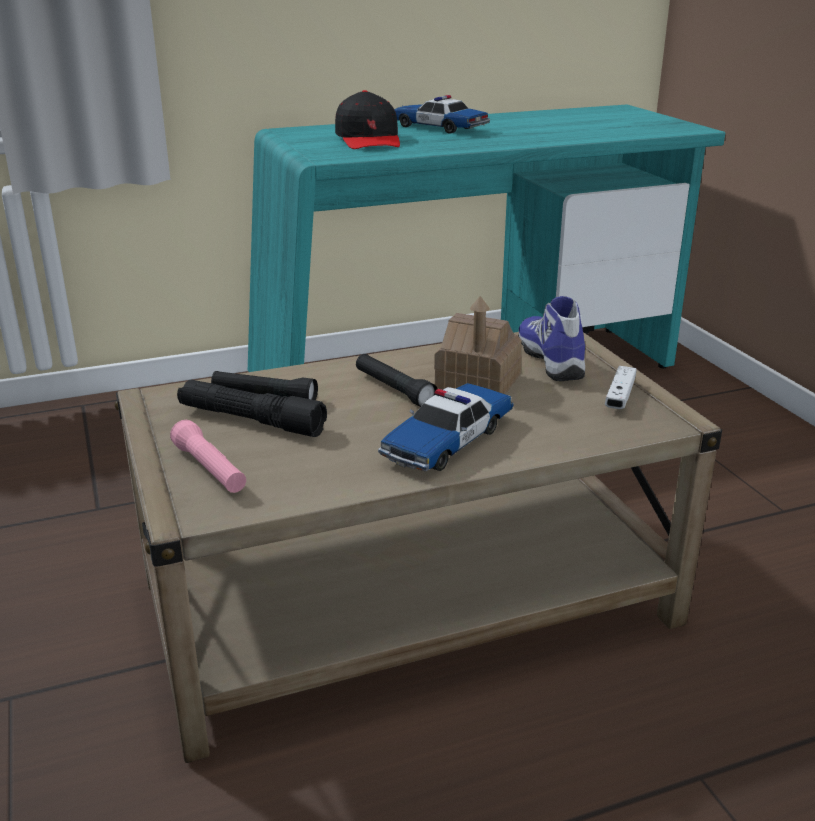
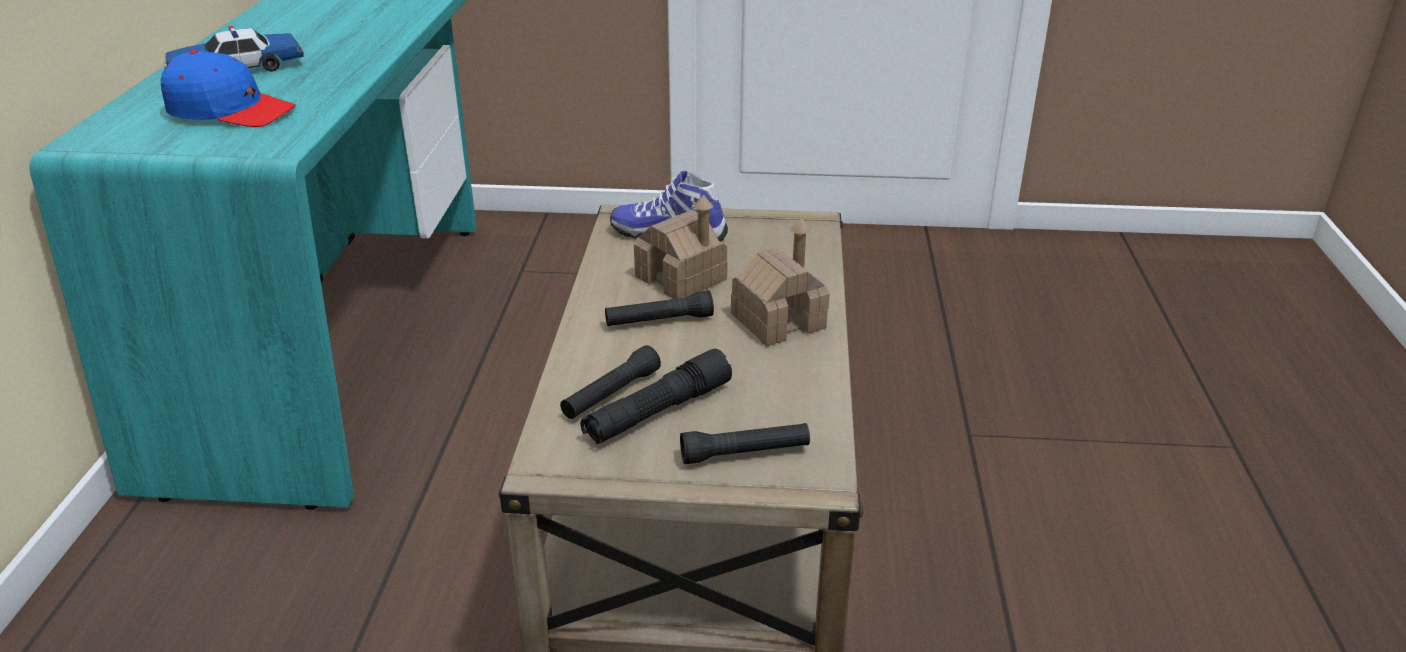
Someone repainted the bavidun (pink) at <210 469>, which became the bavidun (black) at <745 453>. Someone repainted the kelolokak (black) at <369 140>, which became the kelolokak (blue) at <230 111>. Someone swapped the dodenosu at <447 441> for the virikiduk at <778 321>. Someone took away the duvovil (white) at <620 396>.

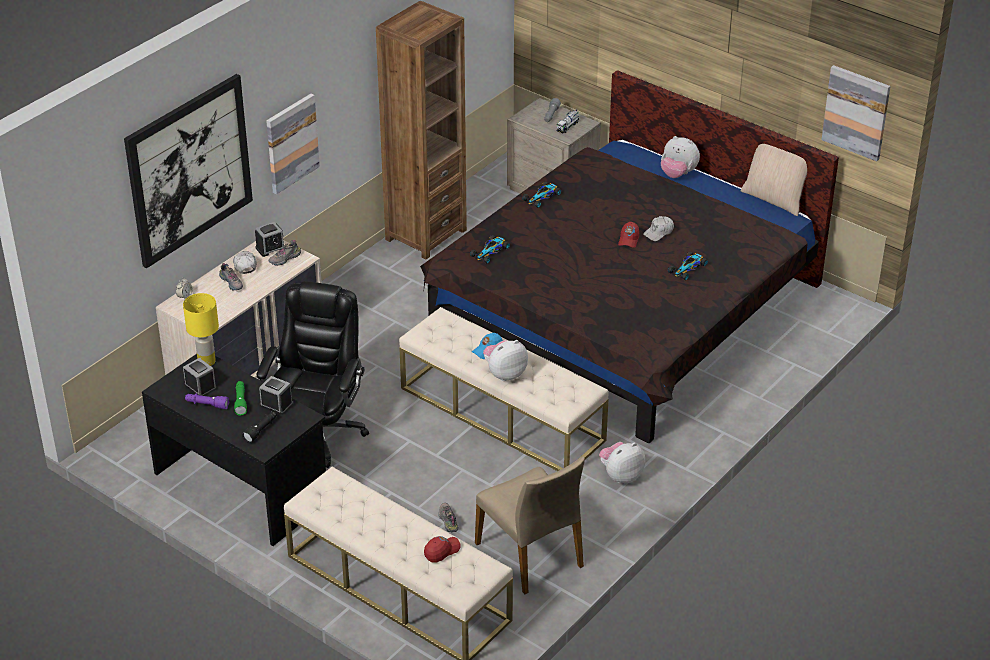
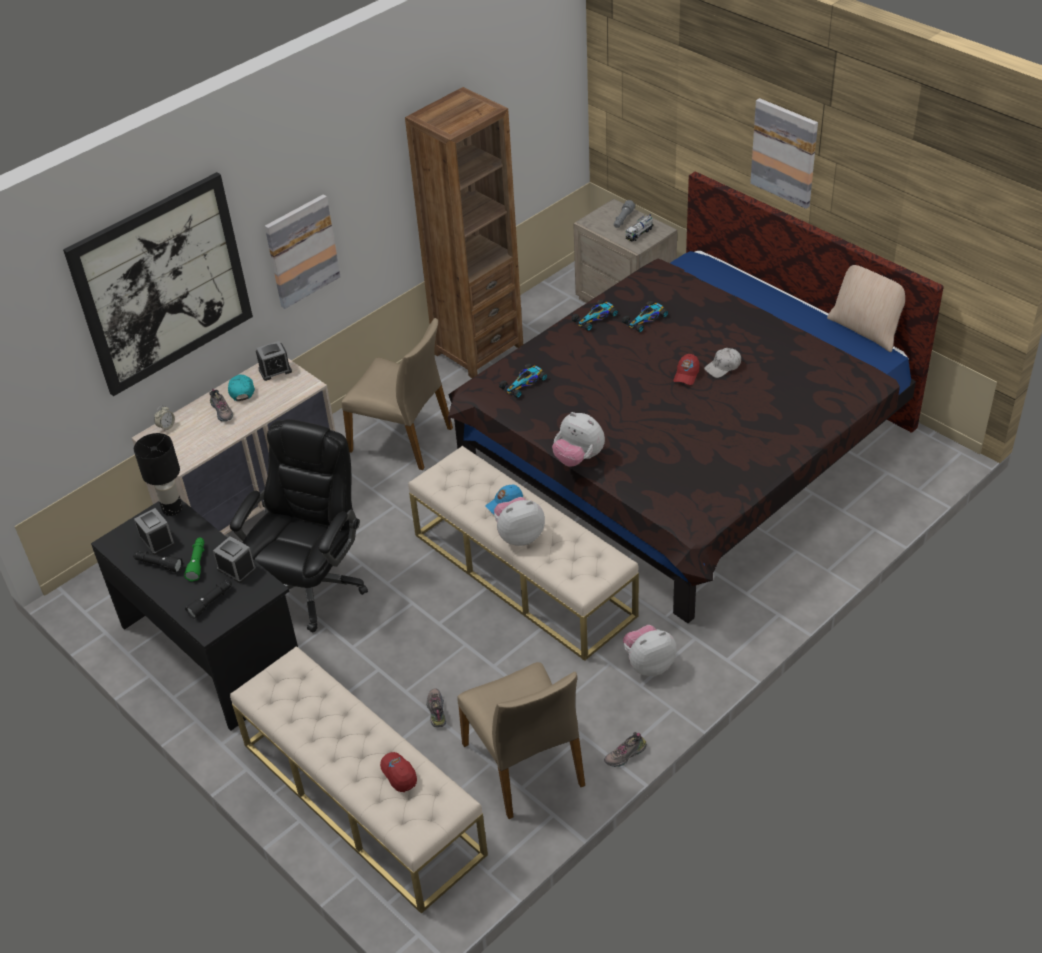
Someone repainted the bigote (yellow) at <206 361>, which became the bigote (black) at <172 508>. Someone repainted the bavidun (purple) at <207 405>, which became the bavidun (black) at <158 565>. Someone repainted the kelolokak (white) at <244 265>, which became the kelolokak (turquoise) at <241 390>. Someone carried the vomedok from <285 259> to <625 755>. Someone rotated the kelolokak (red) at <441 551> by 90 degrees counterclockwise. Someone carried the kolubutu from <678 174> to <578 458>. Someone carried the dodenosu from <688 268> to <646 319>. Someone carried the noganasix from <856 112> to <784 152>. Someone put down the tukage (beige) at <402 439>.

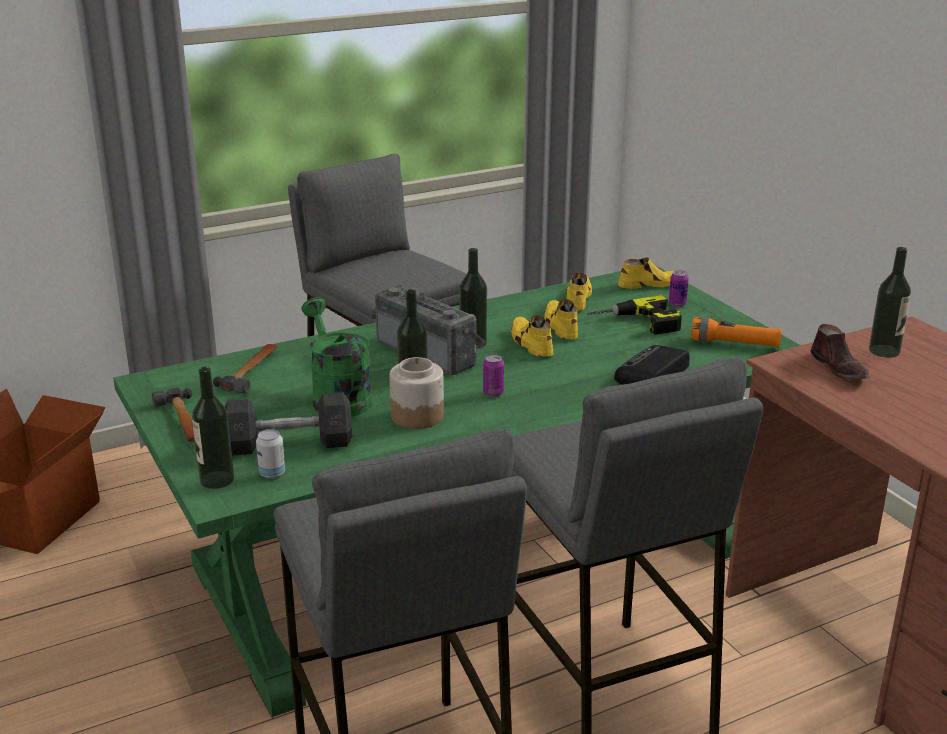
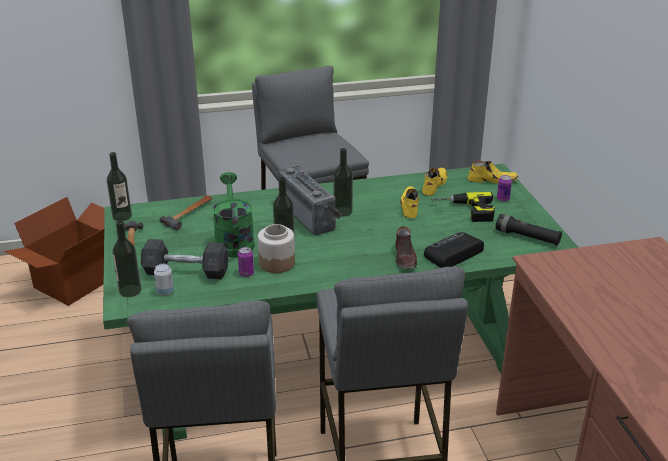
Someone carried the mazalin from <493 393> to <246 273>. Someone took away the vomedok (yellow) at <530 343>. Someone repainted the bavidun (orange) at <735 344>, which became the bavidun (black) at <527 237>. Someone carried the vomedok (brown) from <840 368> to <405 258>. Someone carried the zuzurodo from <884 351> to <122 216>.

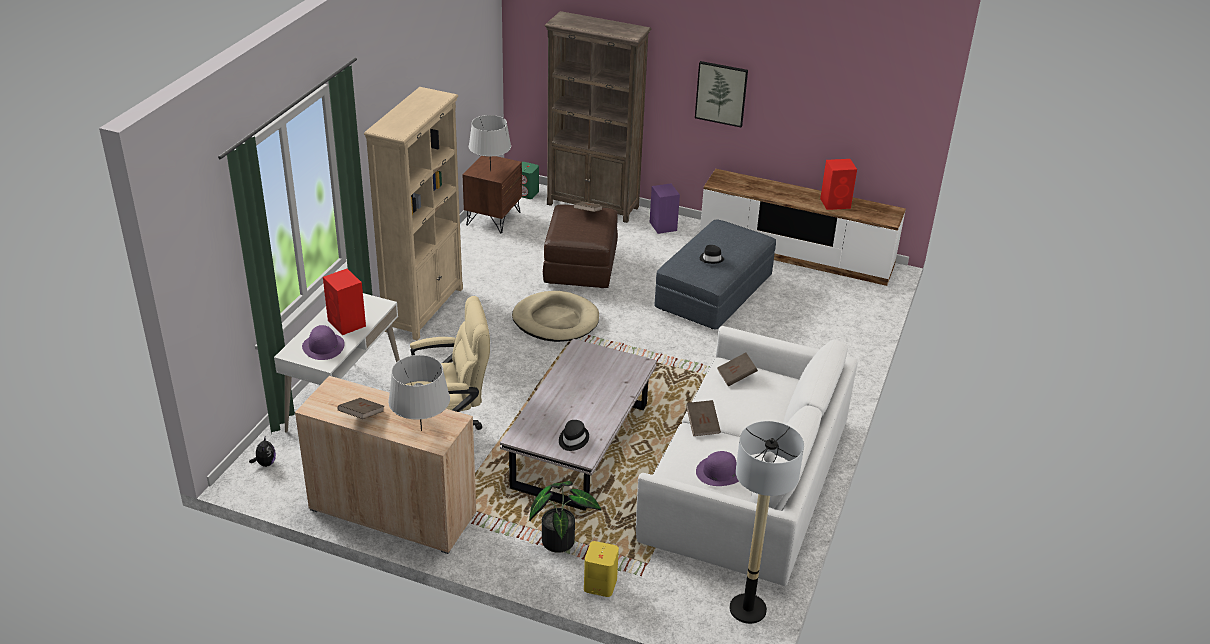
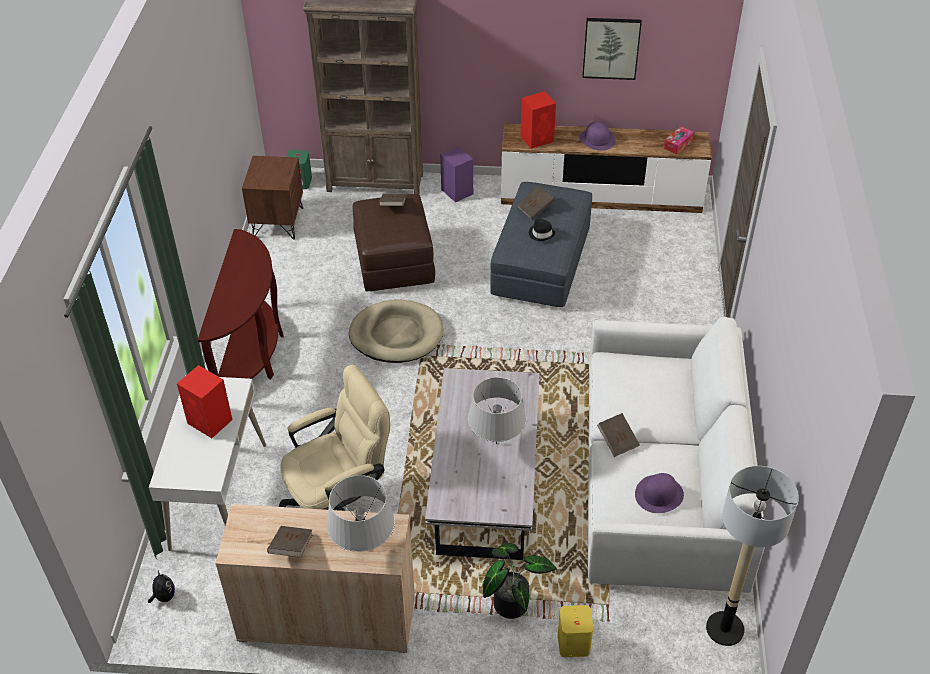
Someone carried the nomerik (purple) from <323 346> to <597 139>. Someone swapped the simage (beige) at <424 309> for the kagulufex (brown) at <252 354>. Someone carried the bigote (grey) from <490 171> to <496 443>. Someone took away the nomerik (black) at <573 439>. Someone carried the noganasix from <721 93> to <611 48>. Someone carried the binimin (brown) from <736 376> to <535 209>. Someone carried the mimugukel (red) from <836 203> to <537 138>. Someone put down the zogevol at <678 144>.

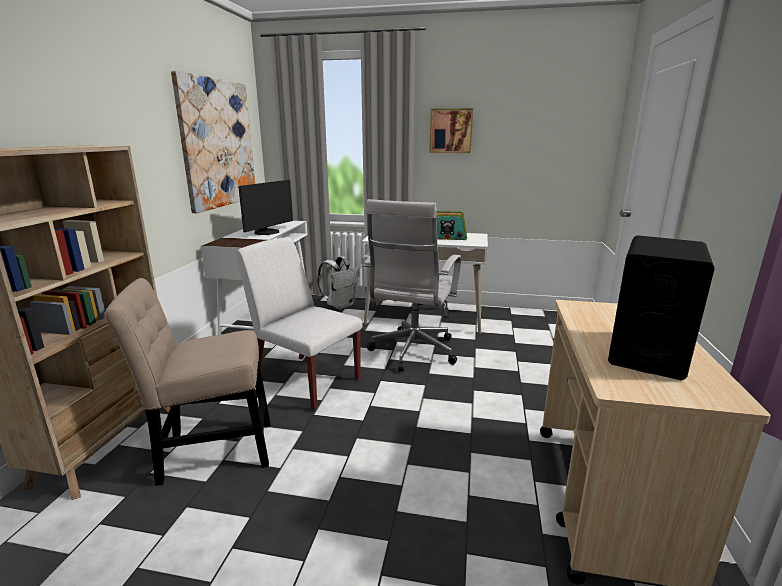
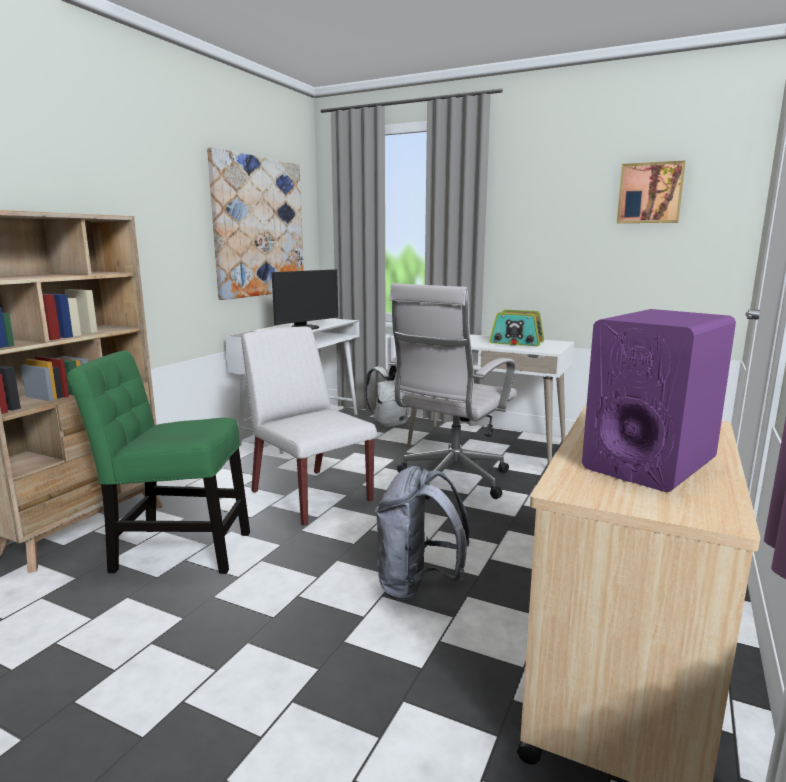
Someone repainted the tukage (beige) at <211 451>, which became the tukage (green) at <176 550>. Someone carried the noganasix from <451 131> to <650 193>. Someone repainted the mimugukel (black) at <646 353>, which became the mimugukel (purple) at <649 463>. Someone put down the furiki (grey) at <418 586>.

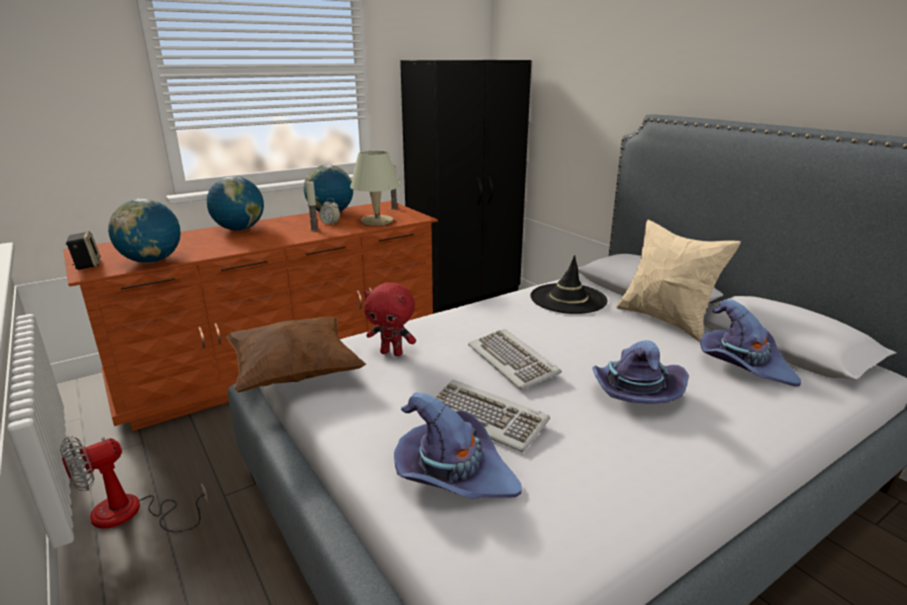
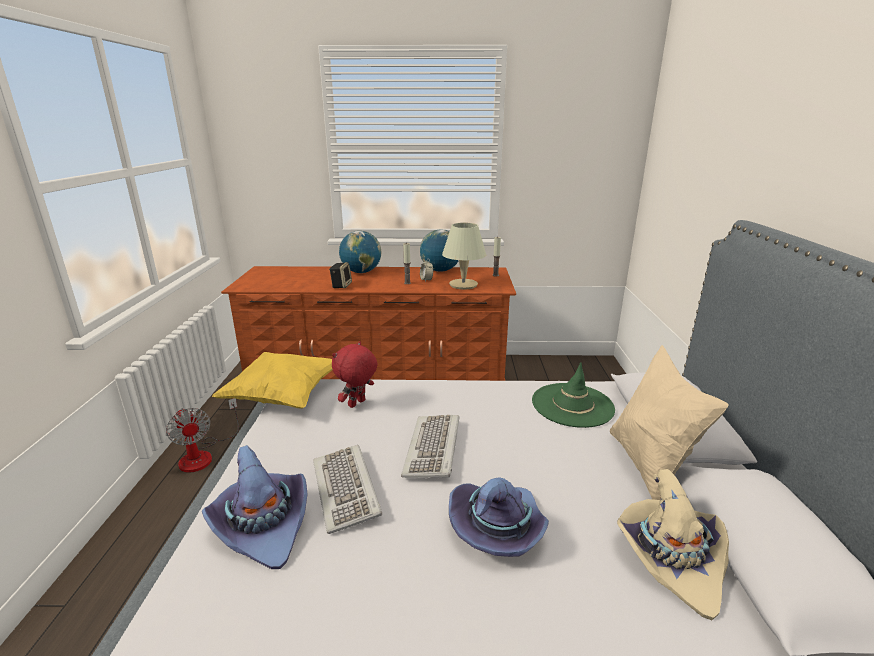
Someone rotated the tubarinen at <131 514> by 120 degrees counterclockwise. Someone carried the mimugukel from <87 265> to <341 285>. Someone took away the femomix at <152 261>. Someone repainted the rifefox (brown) at <295 374>, which became the rifefox (yellow) at <283 396>. Someone rotated the kolubutu (red) at <392 353> by 75 degrees clockwise. Someone took away the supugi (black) at <465 296>. Someone repainted the nomerik (black) at <568 299>, which became the nomerik (green) at <572 405>. Someone repainted the nomerik (purple) at <743 365>, which became the nomerik (beige) at <671 557>.

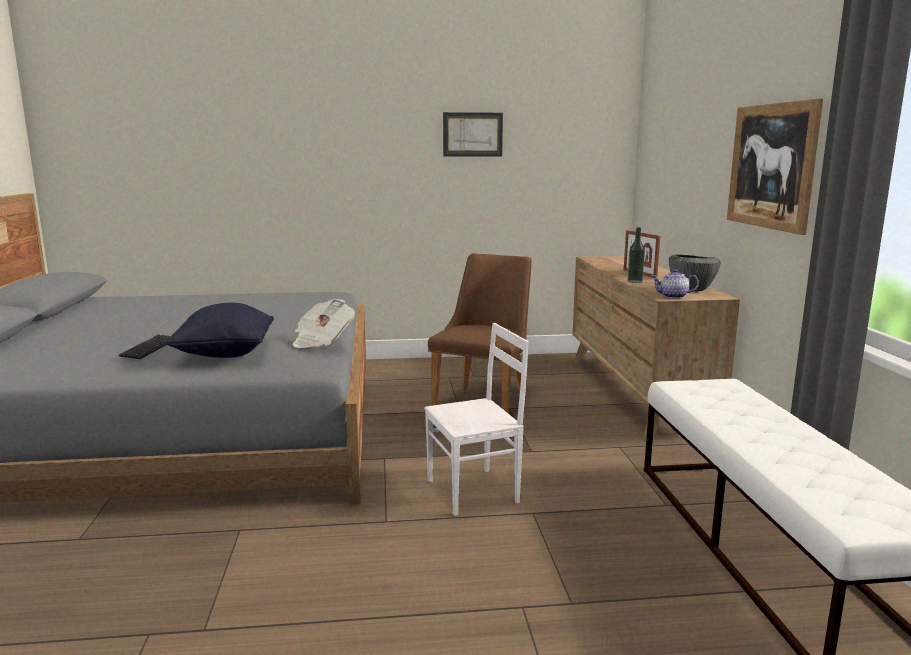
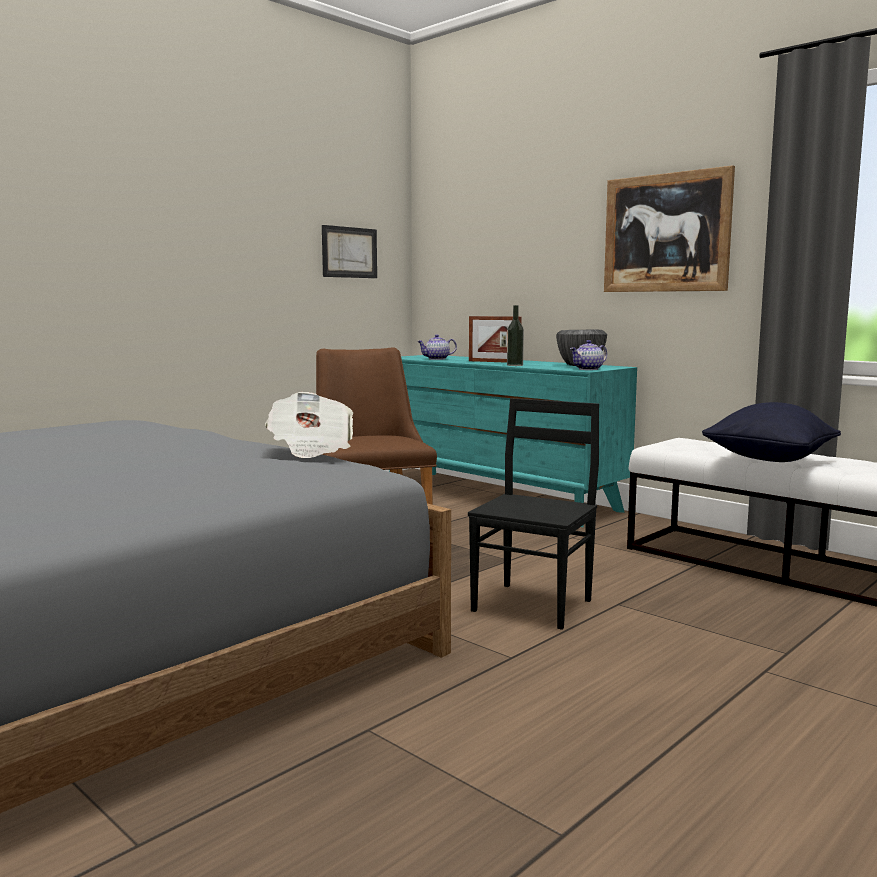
Someone took away the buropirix at <149 348>. Someone carried the rifefox (black) from <225 354> to <769 461>. Someone repainted the tukage (white) at <474 491>, which became the tukage (black) at <534 605>. Someone carried the noganasix from <472 134> to <349 252>. Someone repainted the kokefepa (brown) at <636 393>, which became the kokefepa (turquoise) at <497 496>. Someone put down the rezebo at <437 359>.

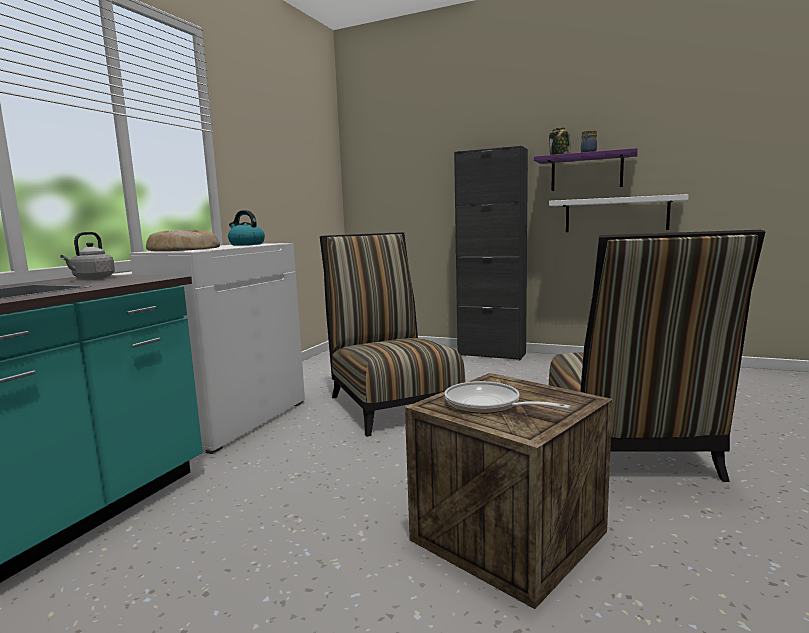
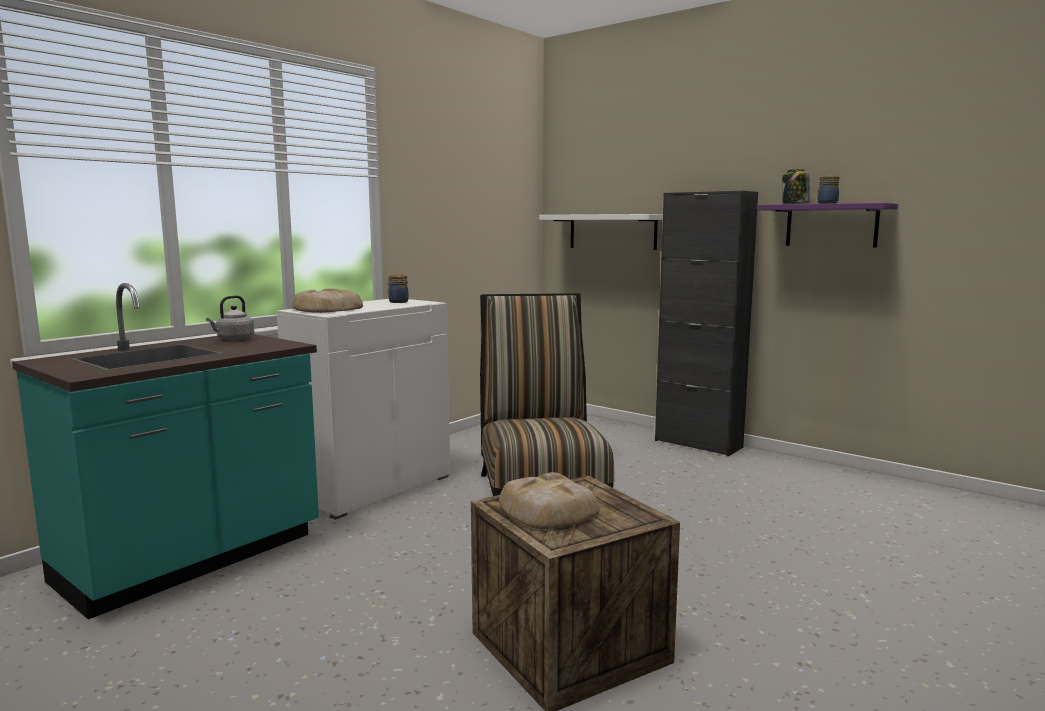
Someone swapped the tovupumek at <246 244> for the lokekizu at <397 302>. Someone swapped the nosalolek at <488 405> for the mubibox at <548 511>. Someone carried the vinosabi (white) from <616 214> to <612 231>. Someone took away the tukage at <629 451>.

